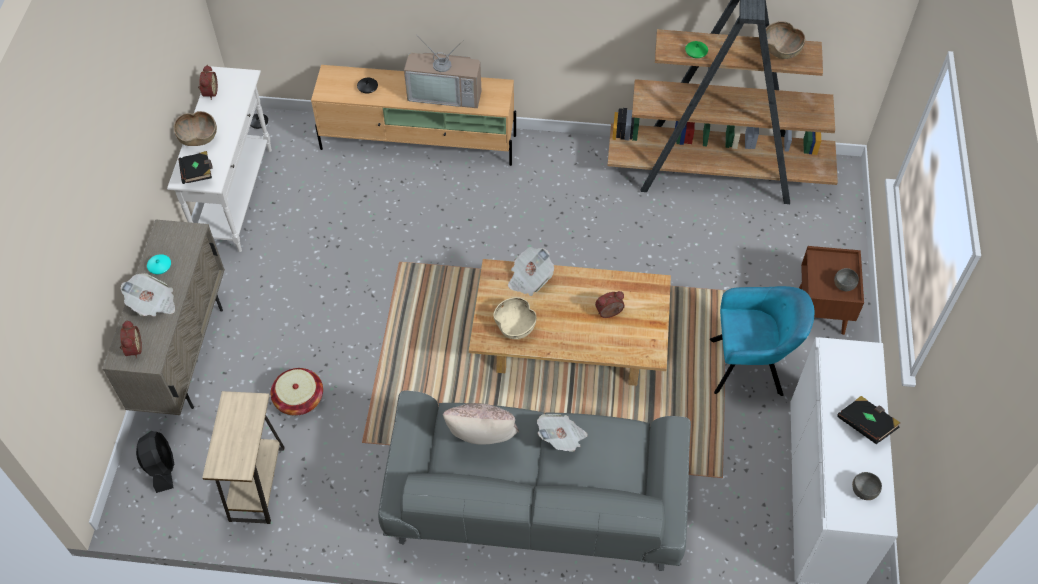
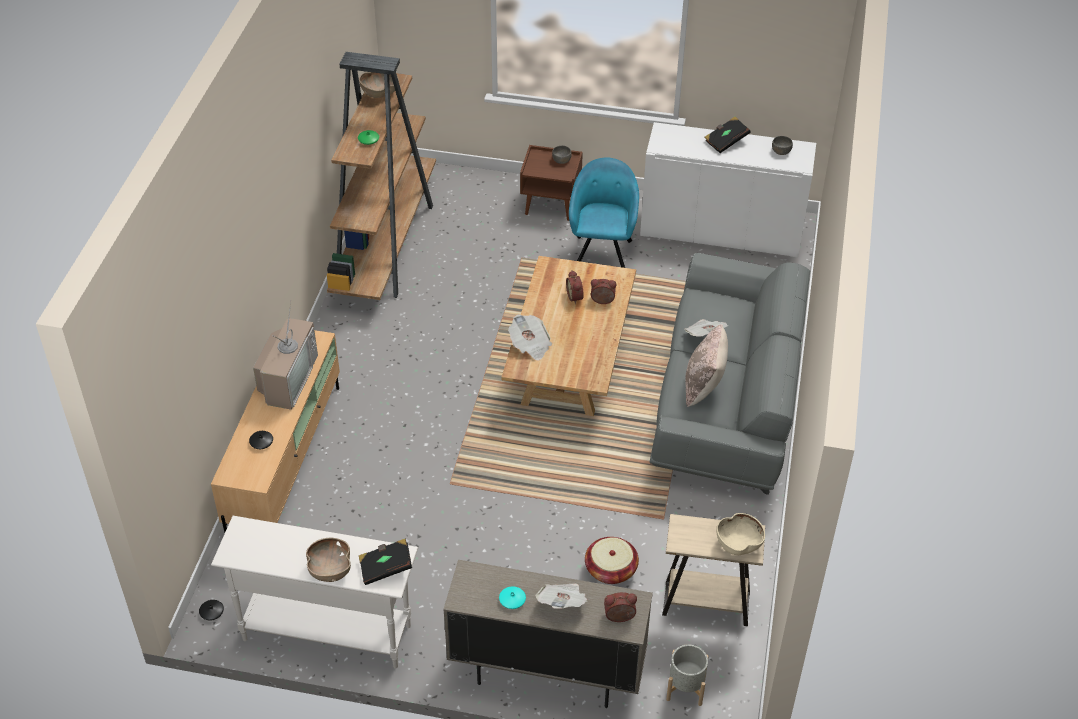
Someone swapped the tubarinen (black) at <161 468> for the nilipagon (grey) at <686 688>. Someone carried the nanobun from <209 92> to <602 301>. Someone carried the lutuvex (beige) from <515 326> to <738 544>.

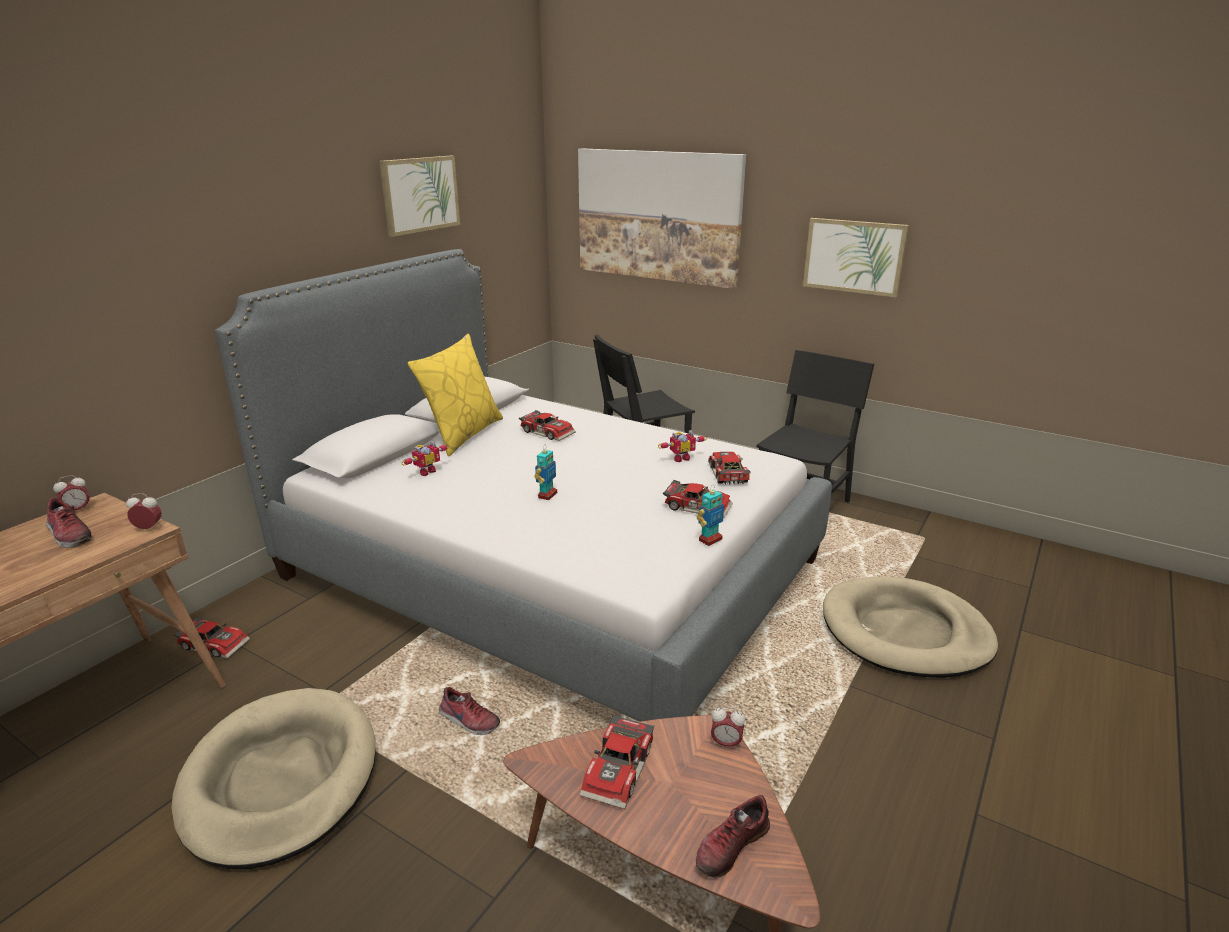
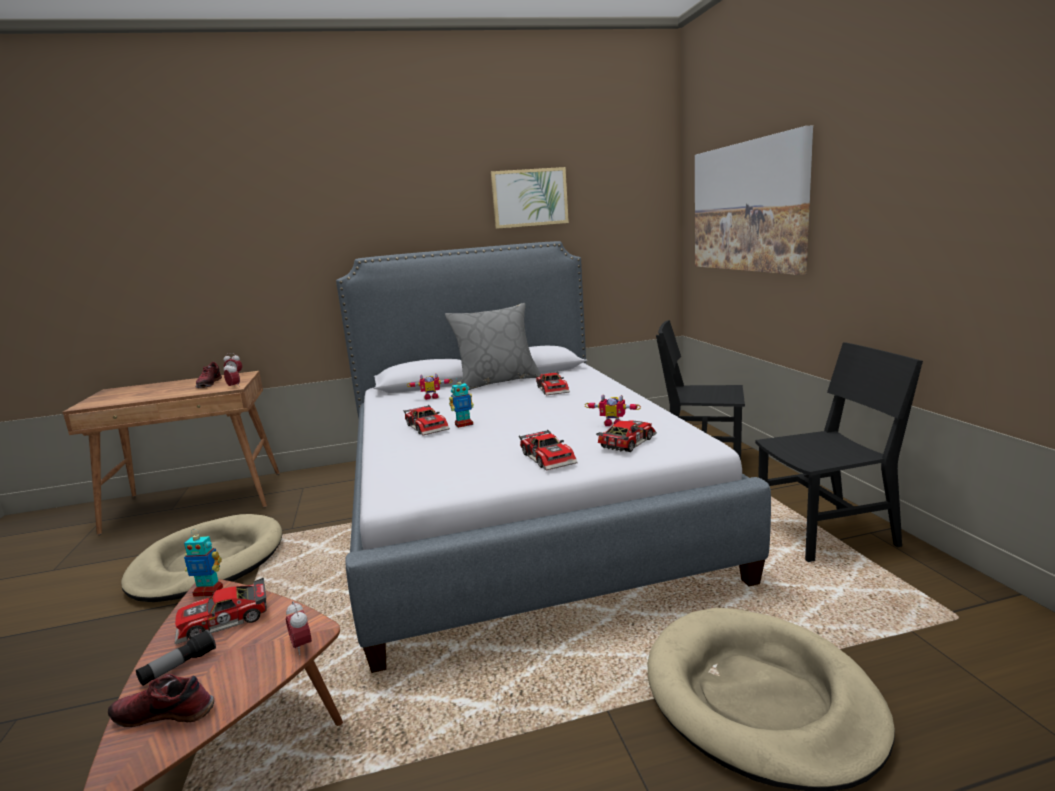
Someone carried the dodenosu from <215 643> to <428 427>. Someone repainted the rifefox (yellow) at <462 434>, which became the rifefox (grey) at <497 382>. Someone took away the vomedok at <468 721>. Someone carried the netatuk from <710 539> to <209 591>. Someone took away the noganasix at <854 256>. Someone put down the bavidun at <179 667>.

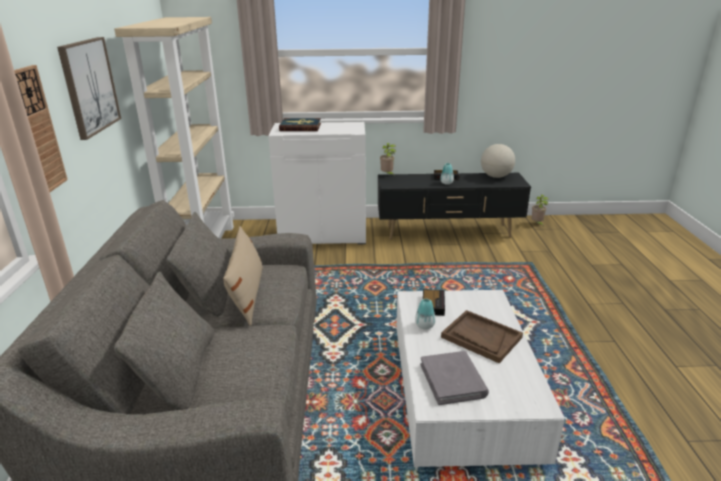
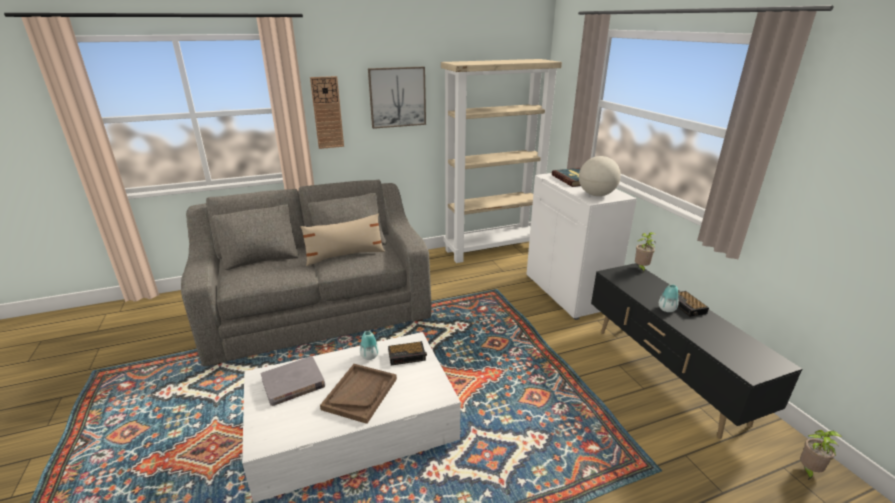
Someone carried the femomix from <496 176> to <596 195>.

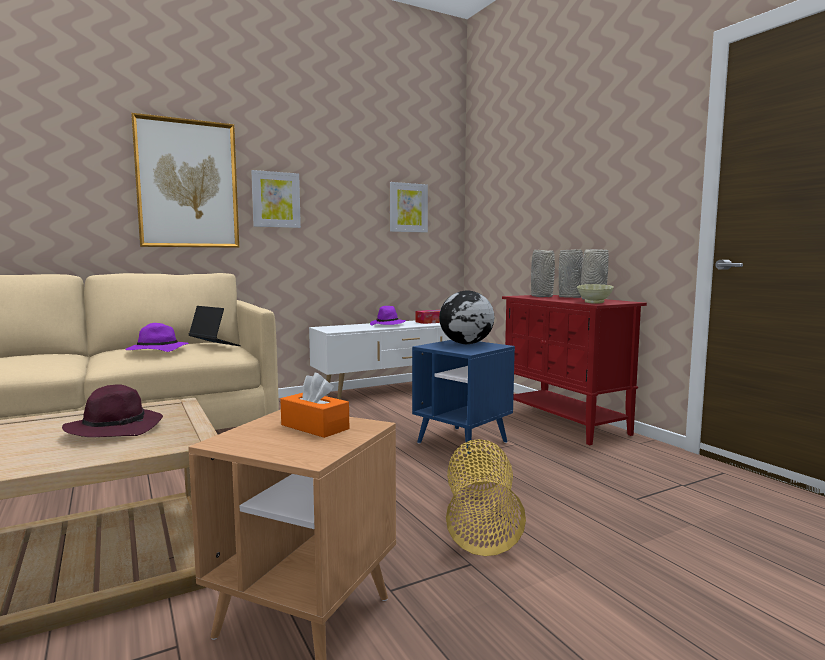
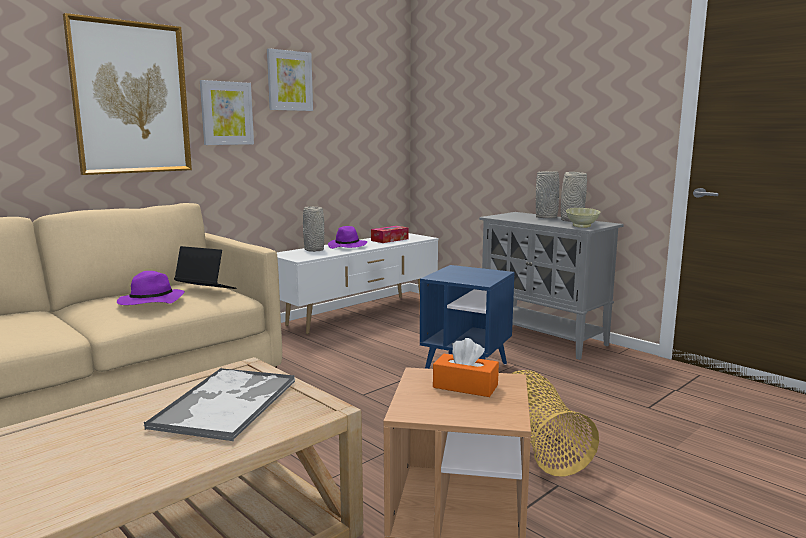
Someone swapped the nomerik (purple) at <116 428> for the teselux at <227 403>. Someone carried the noganasix from <408 207> to <289 81>. Someone took away the femomix at <466 344>. Someone repainted the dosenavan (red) at <565 423>, which became the dosenavan (grey) at <543 338>. Someone carried the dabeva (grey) from <541 296> to <314 250>.

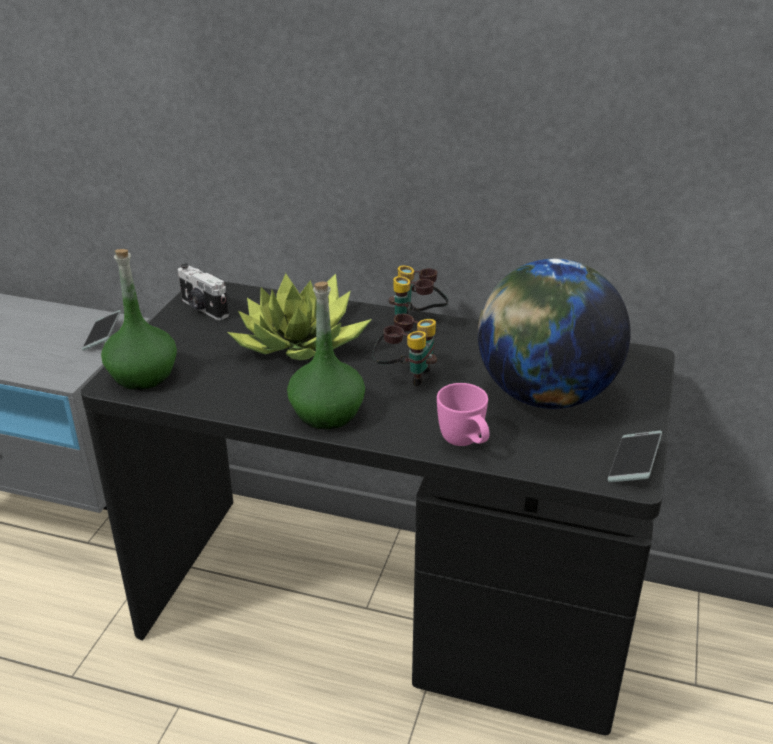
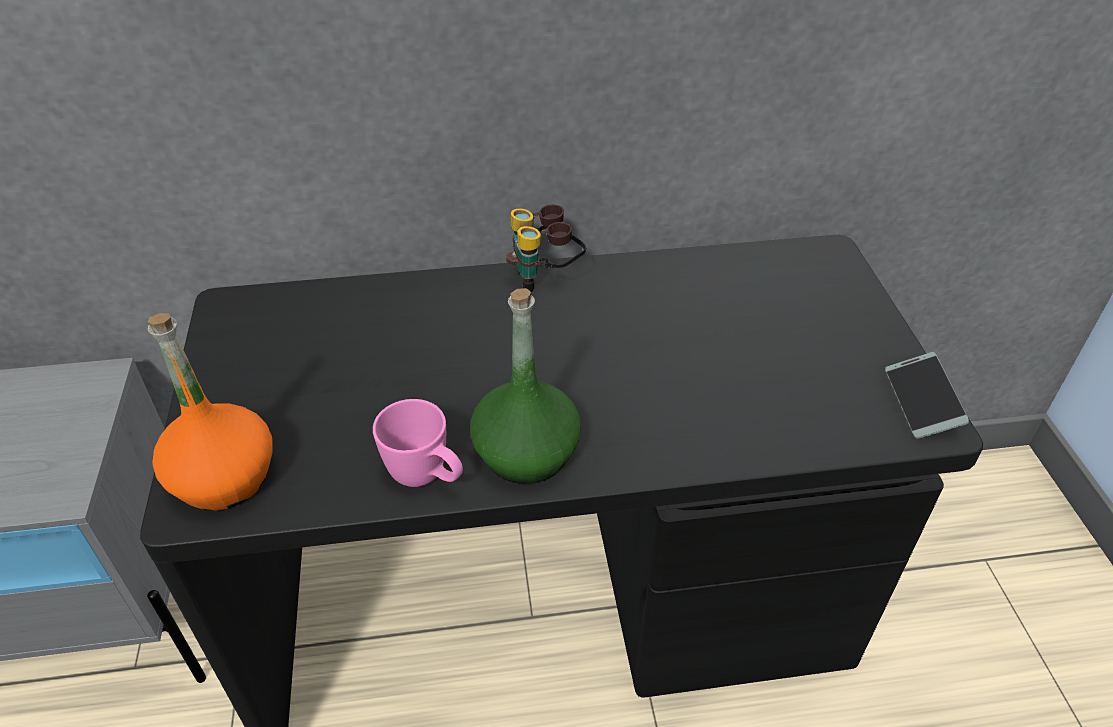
Someone took away the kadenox at <103 335>. Someone repainted the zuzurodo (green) at <143 375>, which became the zuzurodo (orange) at <224 478>. Someone took away the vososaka at <203 308>. Someone took away the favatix at <301 343>. Someone took away the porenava at <405 374>. Someone carried the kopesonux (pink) from <465 443> to <427 478>. Someone took away the femomix at <544 395>.

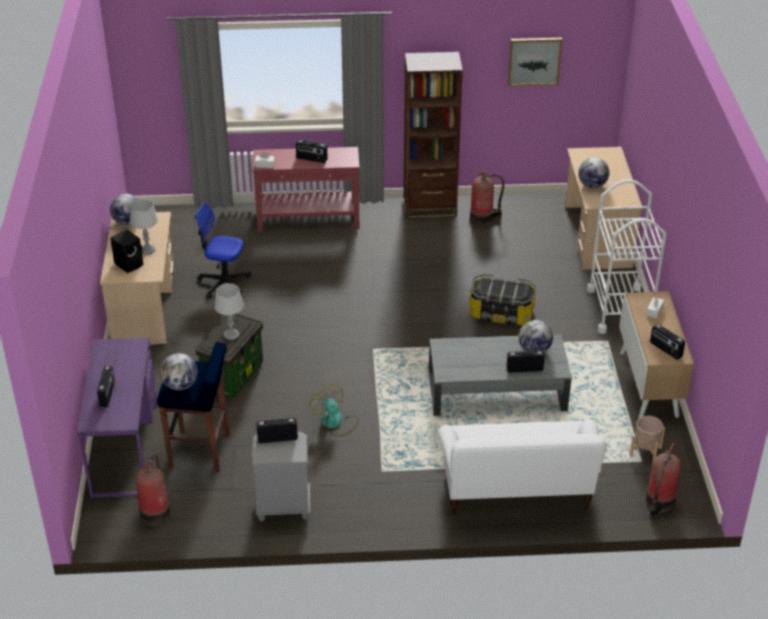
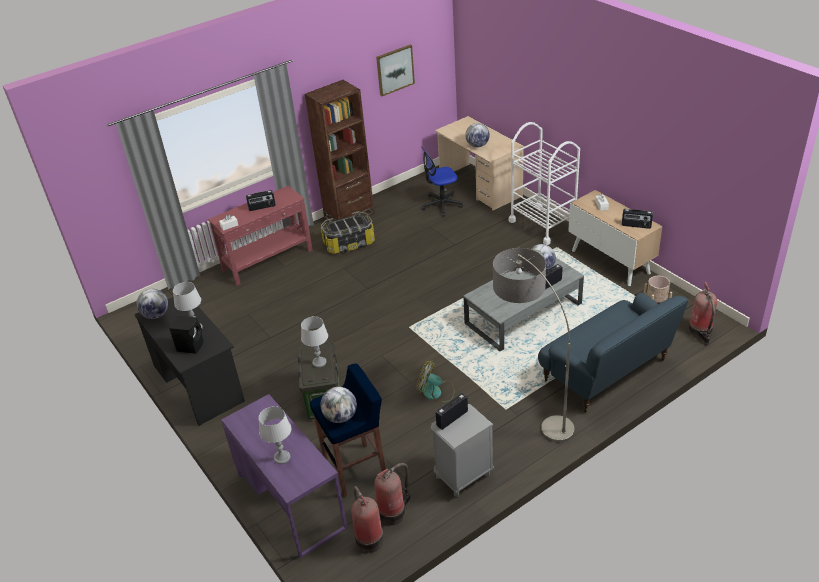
Someone swapped the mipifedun at <107 395> for the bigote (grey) at <281 457>. Someone repainted the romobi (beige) at <144 308>, which became the romobi (black) at <198 383>. Someone carried the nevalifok from <224 283> to <441 205>. Someone repainted the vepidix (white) at <516 489>, which became the vepidix (blue) at <607 372>. Someone carried the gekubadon from <501 313> to <349 243>. Someone carried the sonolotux from <483 219> to <393 512>. Someone put down the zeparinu at <530 407>.

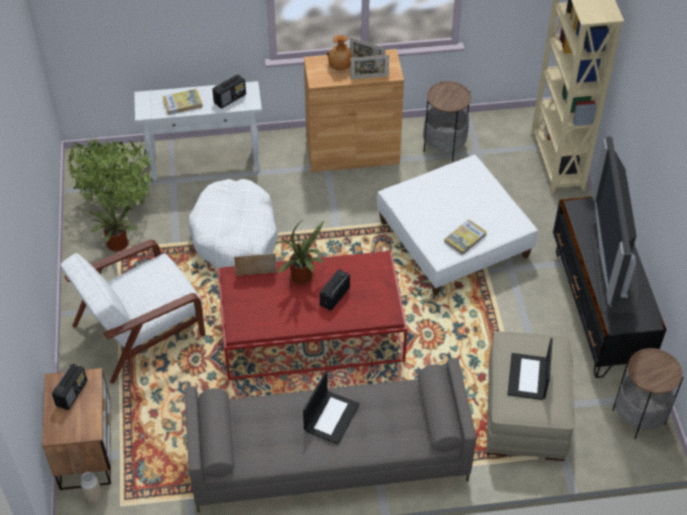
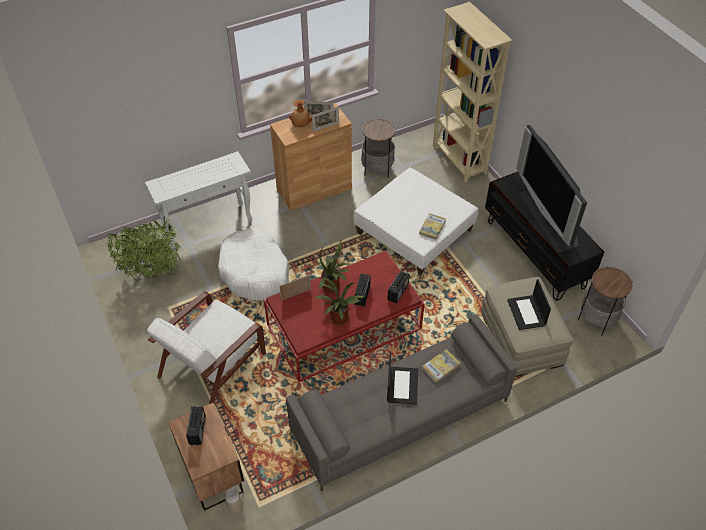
Someone carried the favatix from <116 246> to <338 320>. Someone carried the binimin from <182 103> to <441 366>. Someone carried the mipifedun from <230 98> to <398 292>.

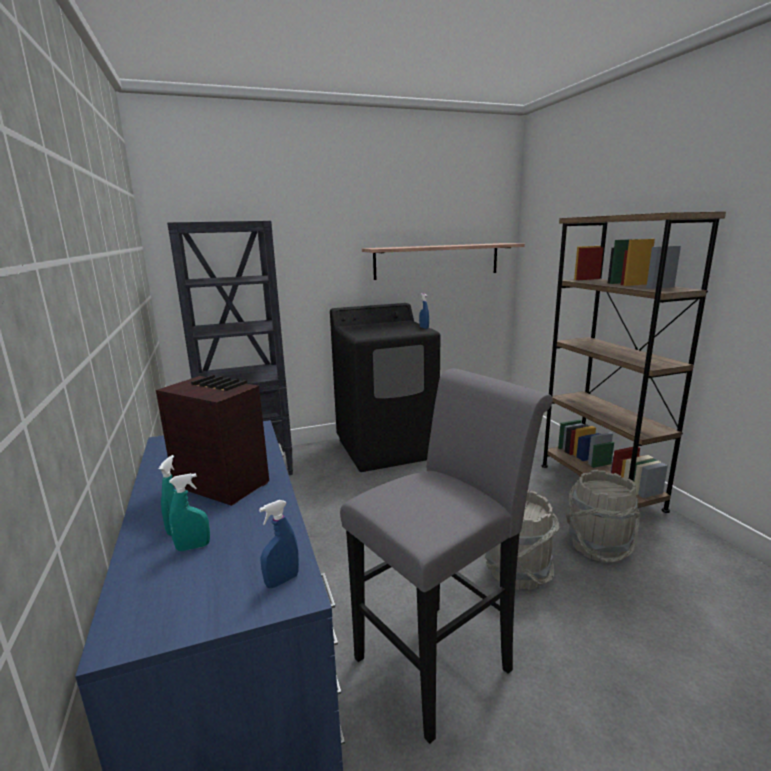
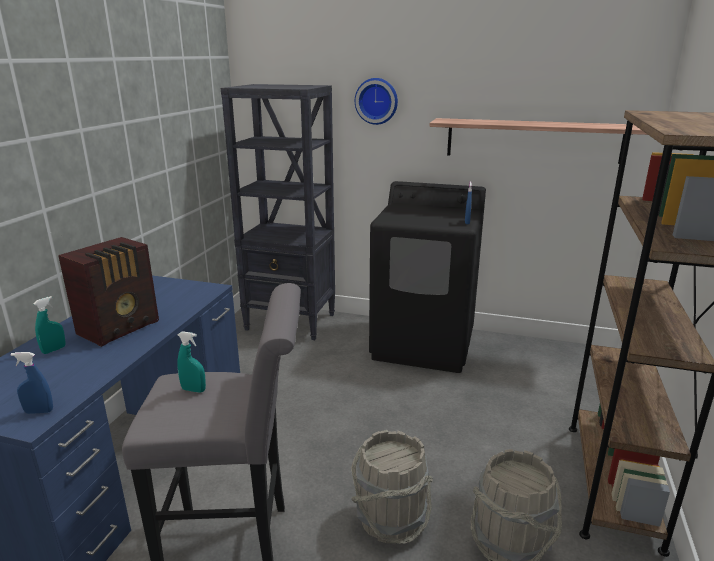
Someone rotated the mipifedun at <221 483> by 60 degrees clockwise. Someone carried the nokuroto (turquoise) from <193 547> to <193 390>. Someone put up the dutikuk at <377 101>.

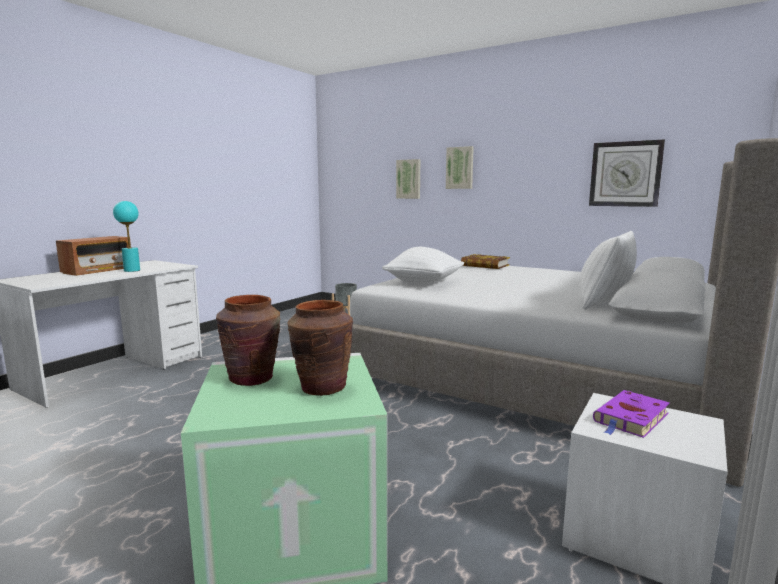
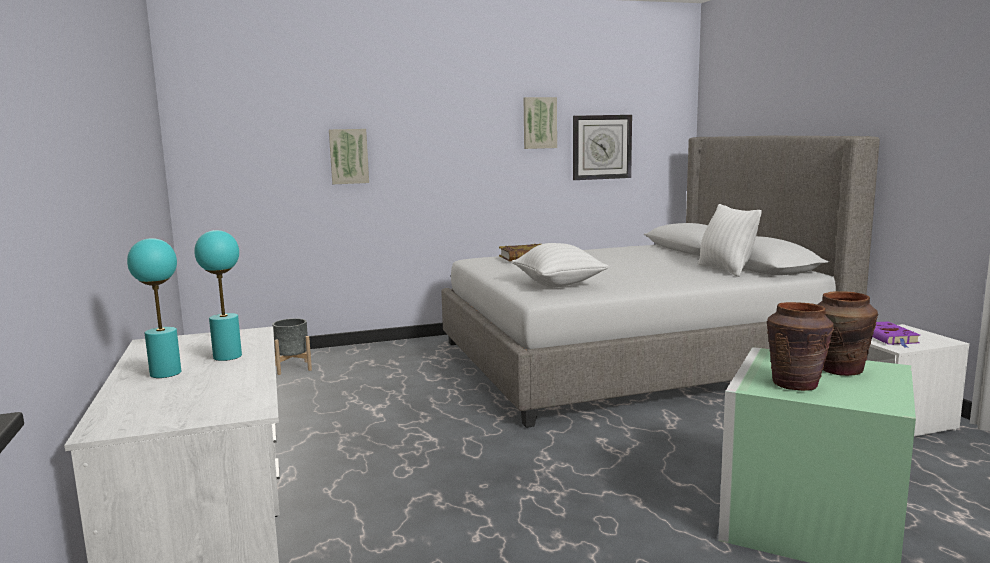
Someone swapped the mipifedun at <98 270> for the bigote (turquoise) at <165 373>. Someone carried the noganasix from <460 168> to <539 123>.

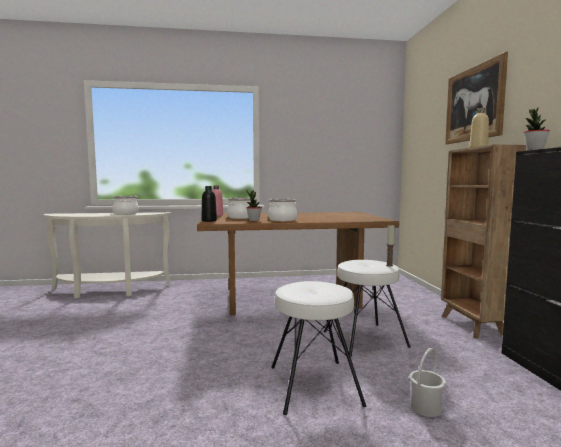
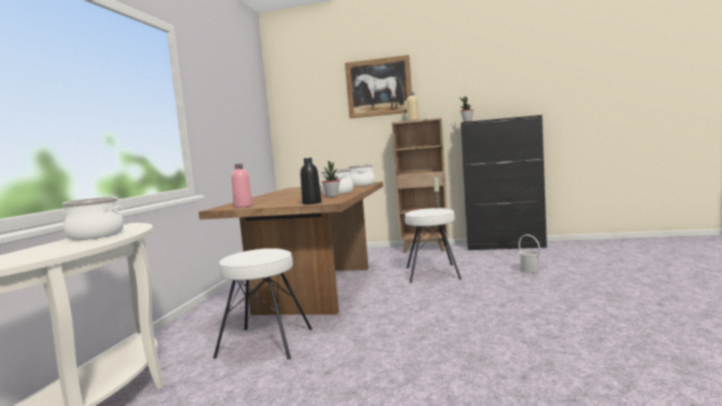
Someone carried the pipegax from <240 217> to <361 184>. Someone carried the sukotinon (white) from <313 385> to <265 343>.

